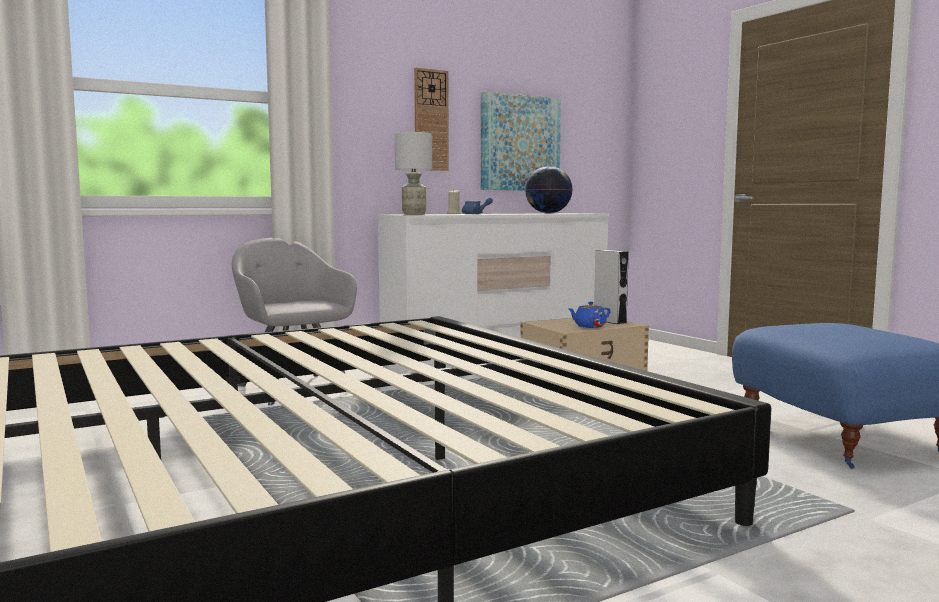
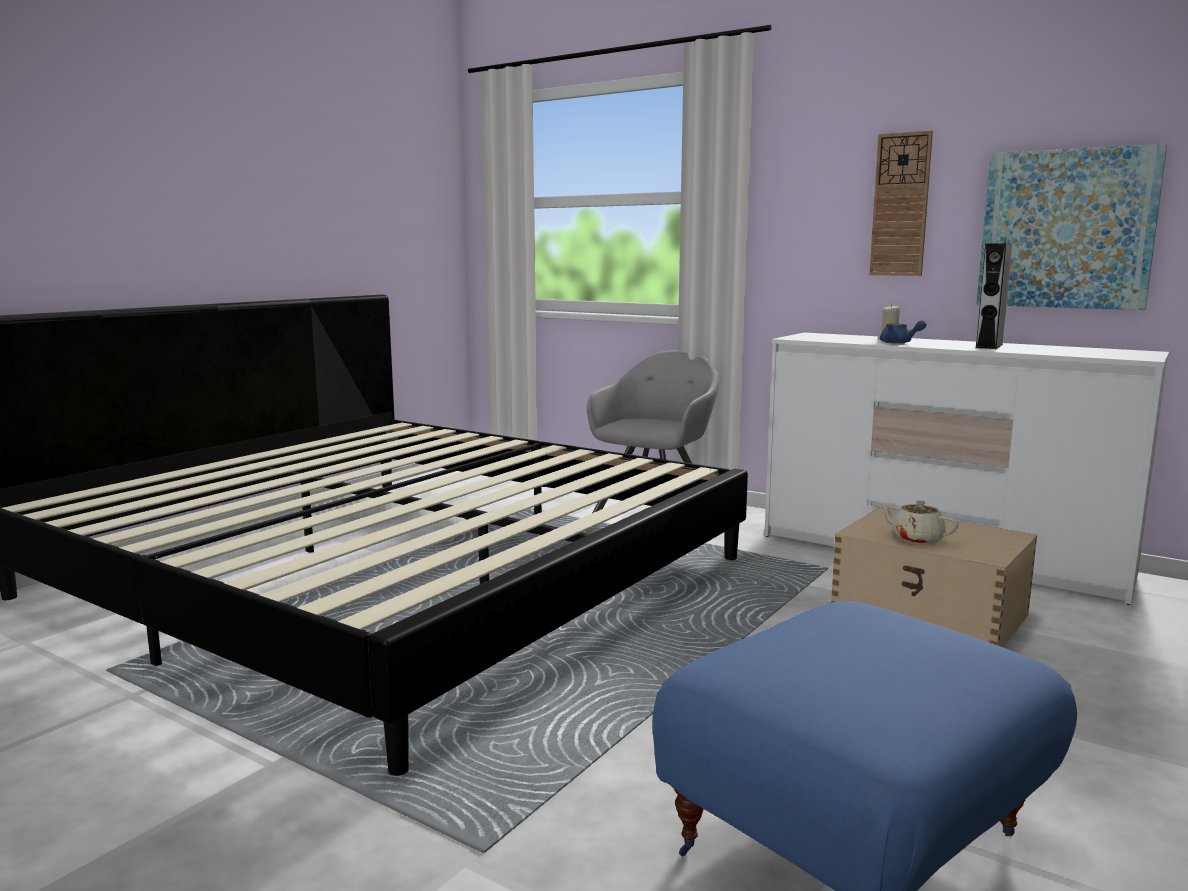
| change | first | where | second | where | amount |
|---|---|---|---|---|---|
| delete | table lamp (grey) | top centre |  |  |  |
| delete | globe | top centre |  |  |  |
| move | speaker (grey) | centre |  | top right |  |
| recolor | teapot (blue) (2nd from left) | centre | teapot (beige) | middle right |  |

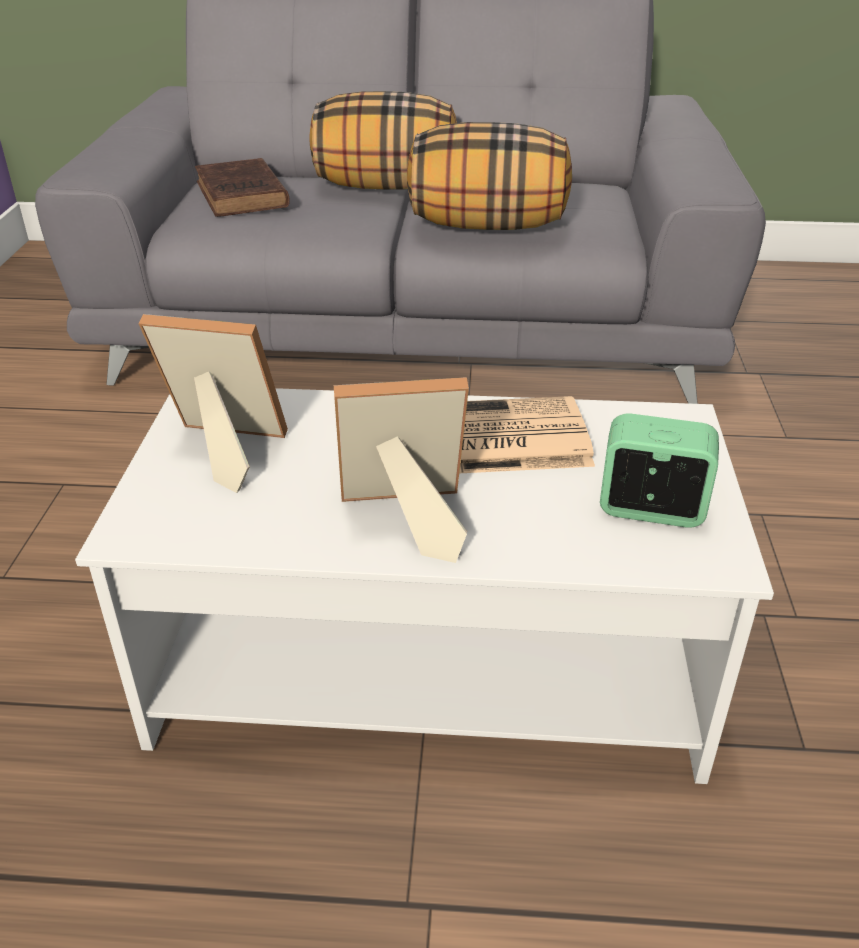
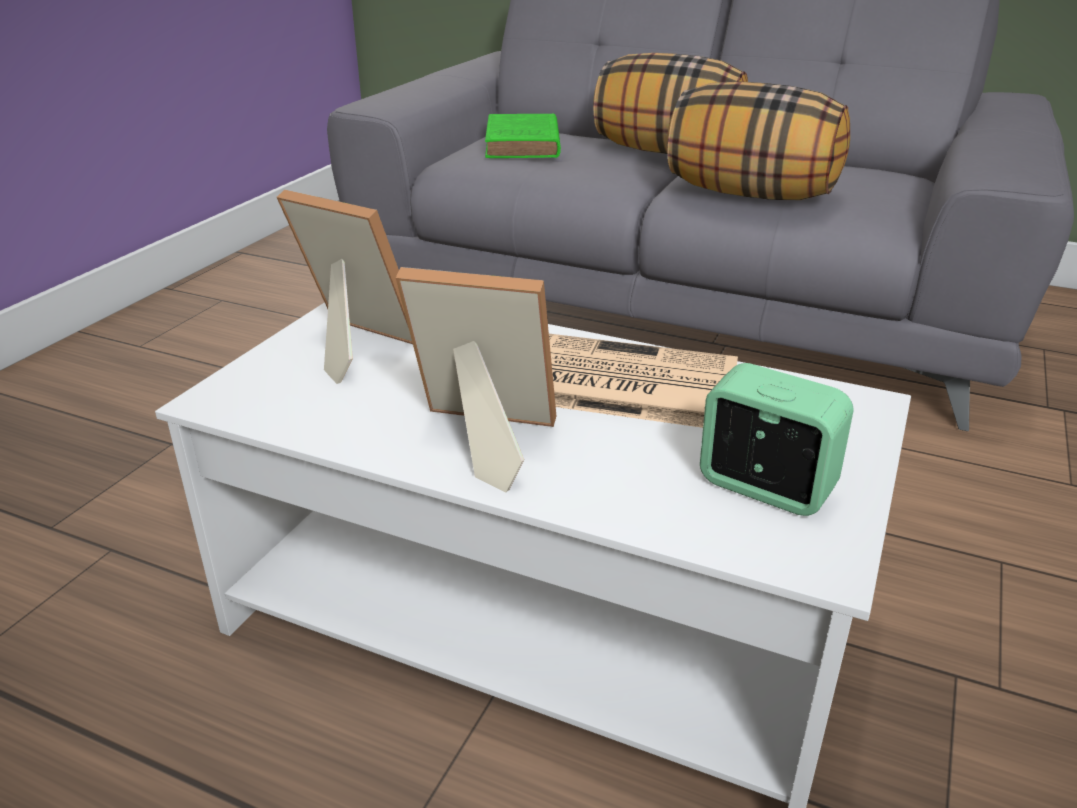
| change | first | where | second | where | amount |
|---|---|---|---|---|---|
| recolor | book (brown) | top left | book (green) | top centre |  |

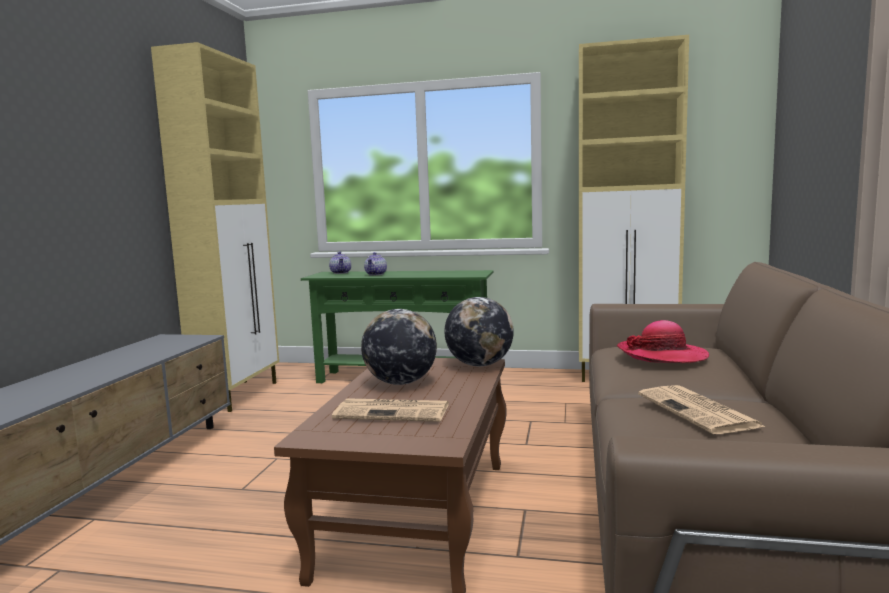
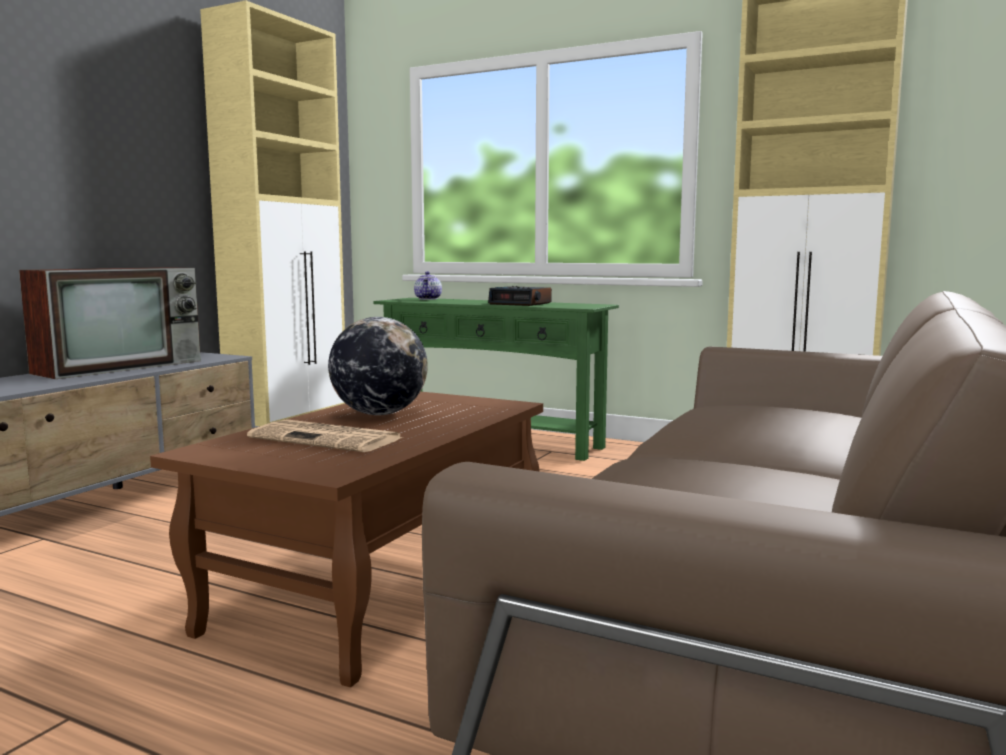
| change | first | where | second | where | amount |
|---|---|---|---|---|---|
| delete | teapot (2nd from left) | centre |  |  |  |
| delete | globe (2nd from left) | centre |  |  |  |
| delete | hat | middle right |  |  |  |
| delete | newspaper (2nd from left) | bottom right |  |  |  |
| insert |  |  | television | middle left |  |
| insert |  |  | alarm clock | centre |  |

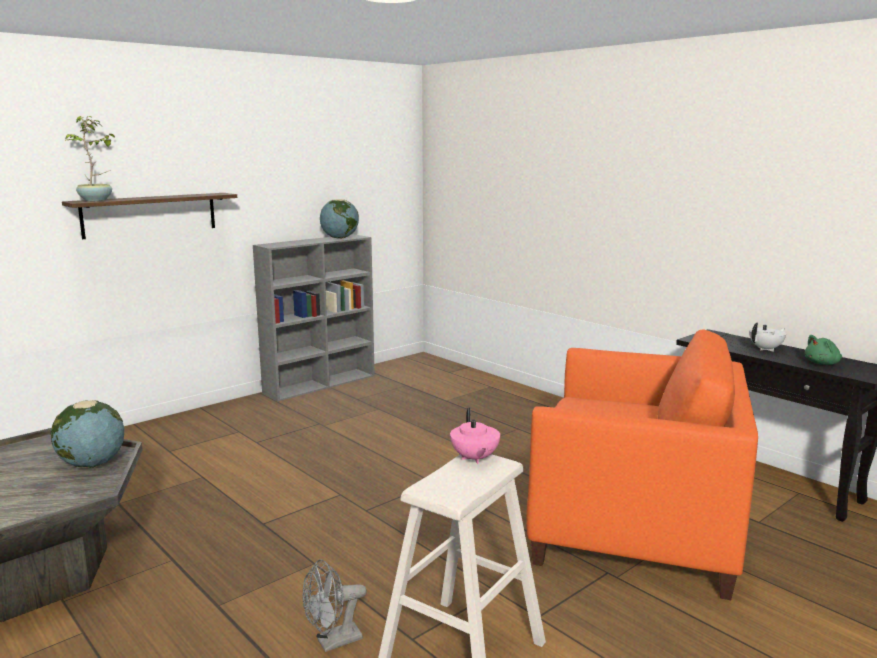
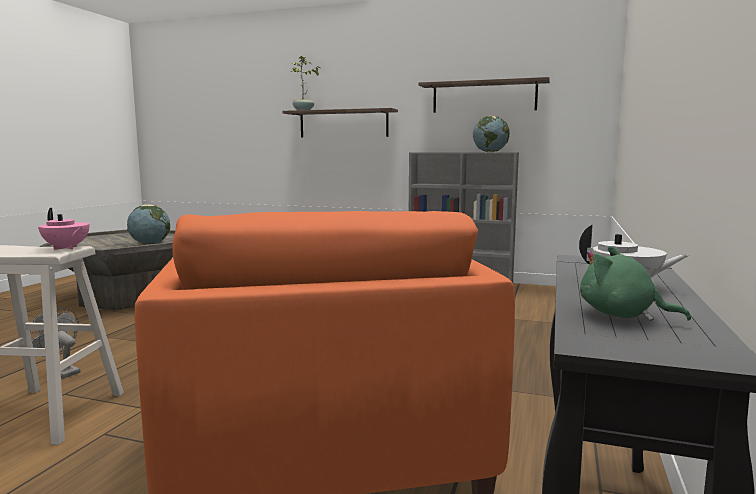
| change | first | where | second | where | amount |
|---|---|---|---|---|---|
| insert |  |  | shelf (2nd from left) | top centre |  |
| rotate | teapot (pink) | centre |  | middle left | 105 degrees counterclockwise |

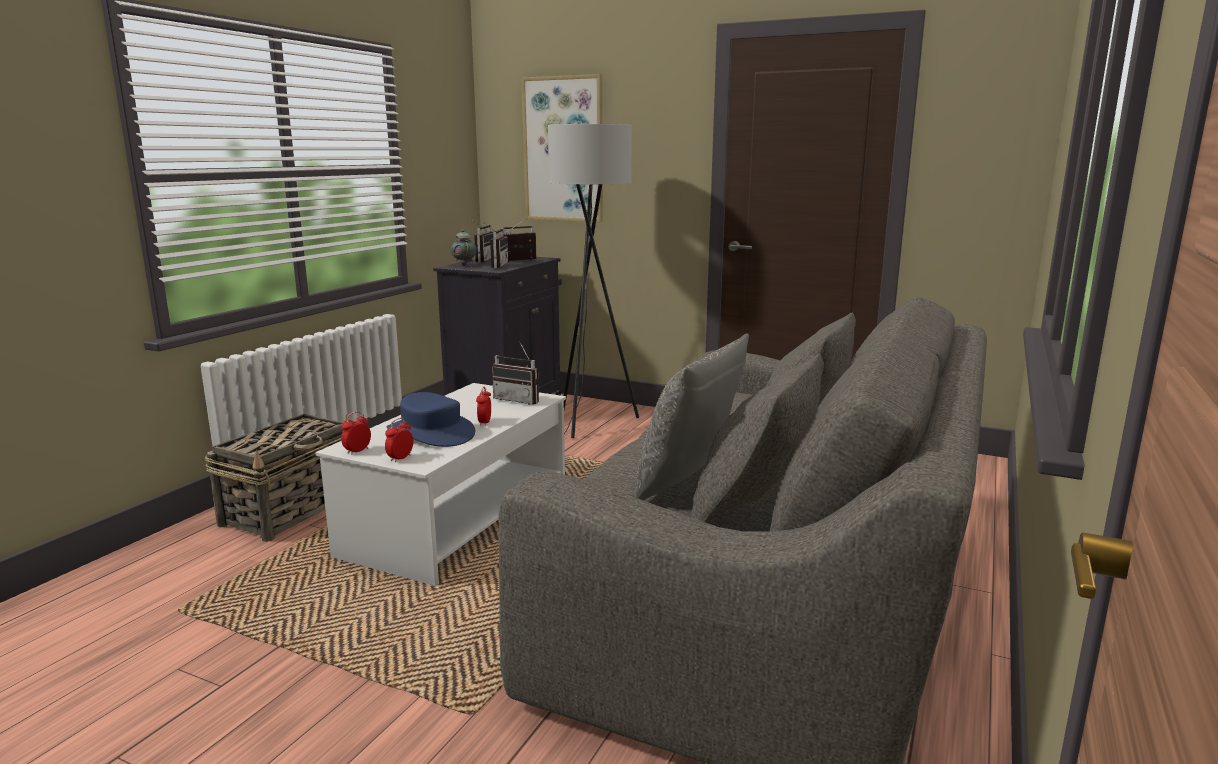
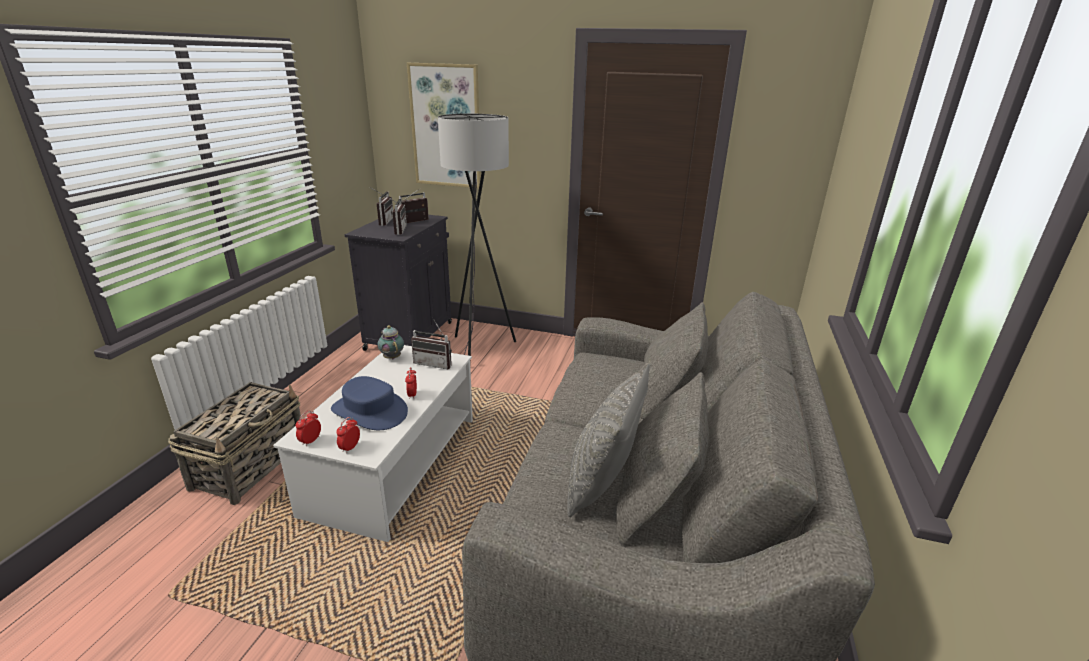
| change | first | where | second | where | amount |
|---|---|---|---|---|---|
| move | teapot | top centre |  | centre |  |

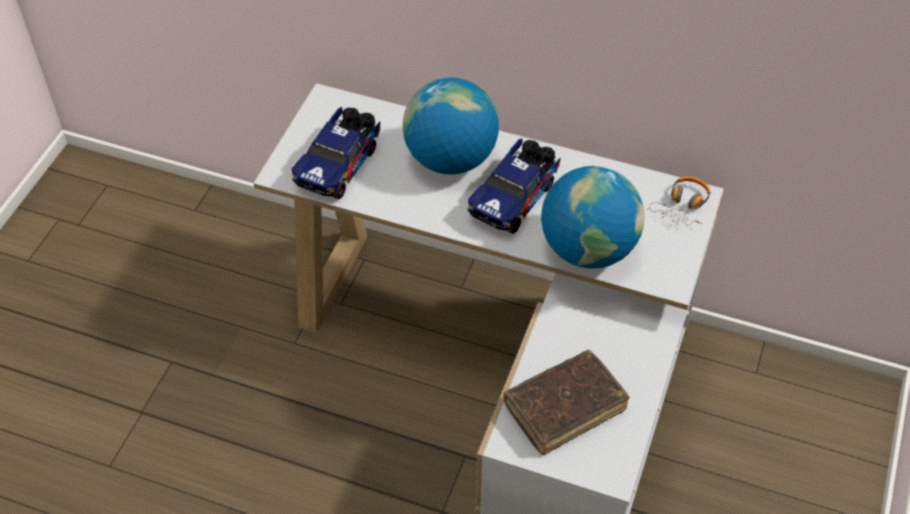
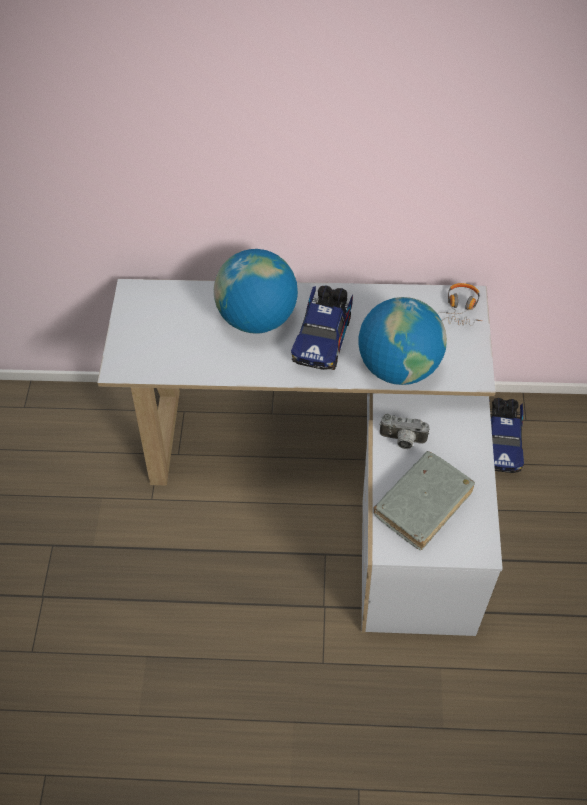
| change | first | where | second | where | amount |
|---|---|---|---|---|---|
| insert |  |  | photo camera | middle right |  |
| move | toy truck (1st from left in the first image) | top centre | toy truck (2nd from left) | middle right |  |
| recolor | book (brown) | bottom centre | book (grey) | middle right |  |

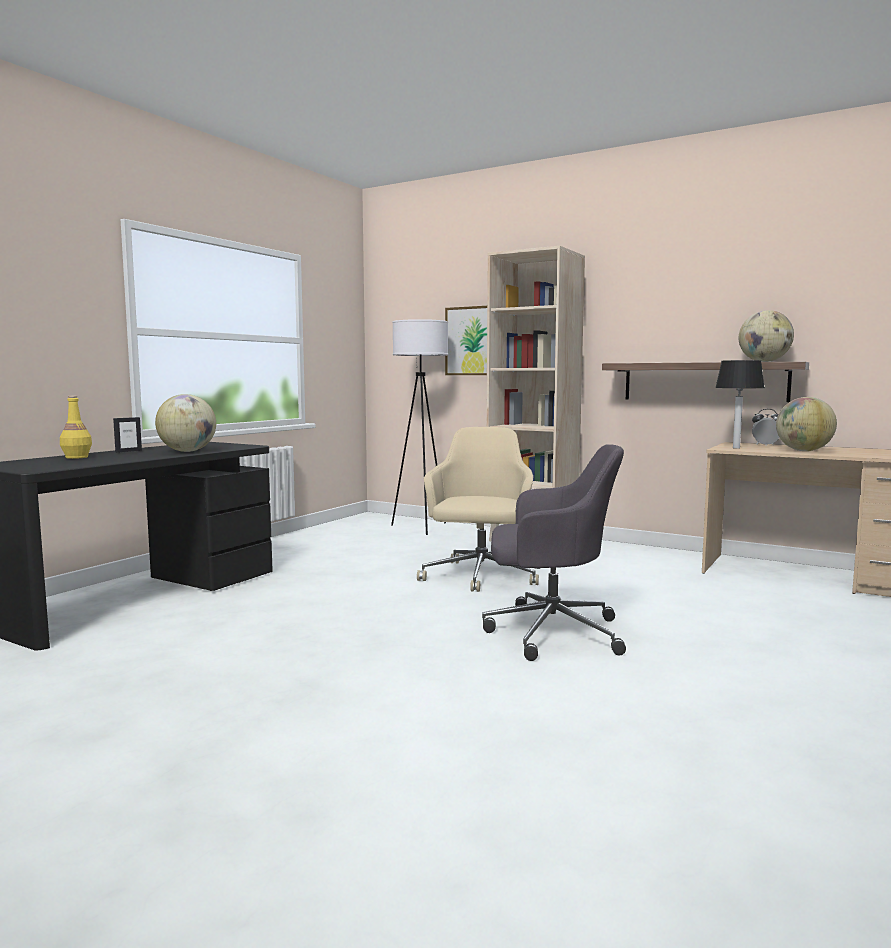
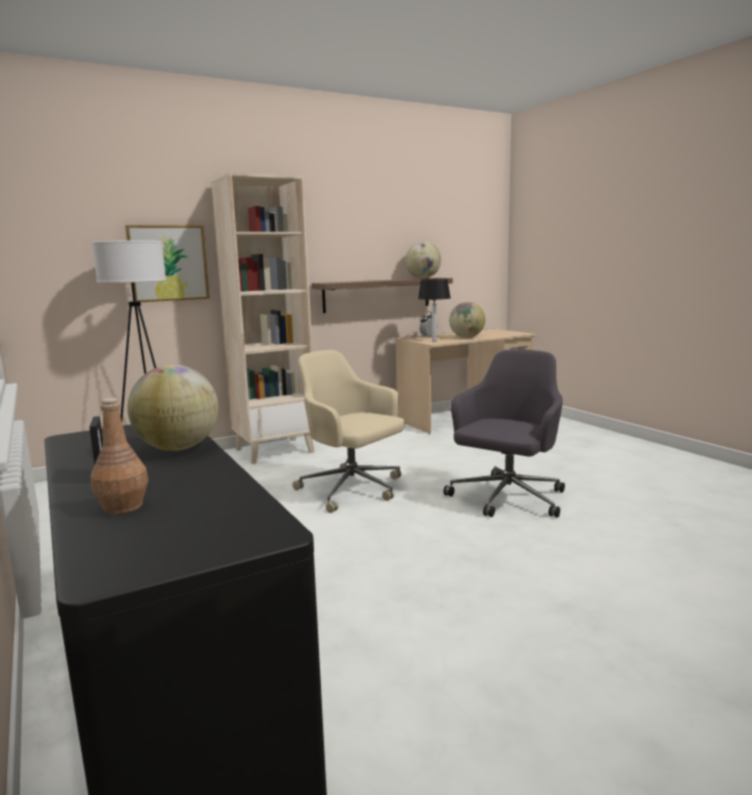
| change | first | where | second | where | amount |
|---|---|---|---|---|---|
| recolor | bottle (yellow) | middle left | bottle (brown) | middle left |  |

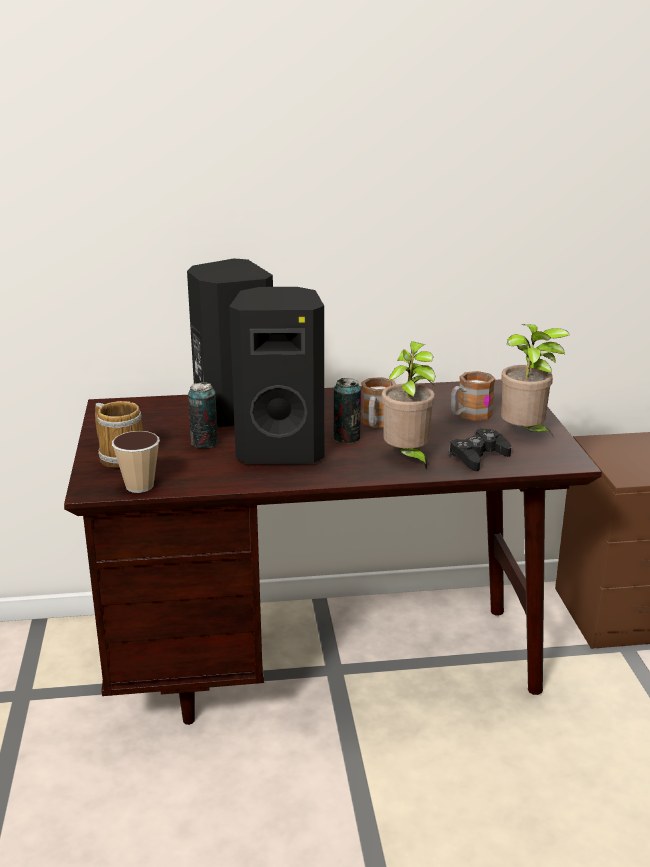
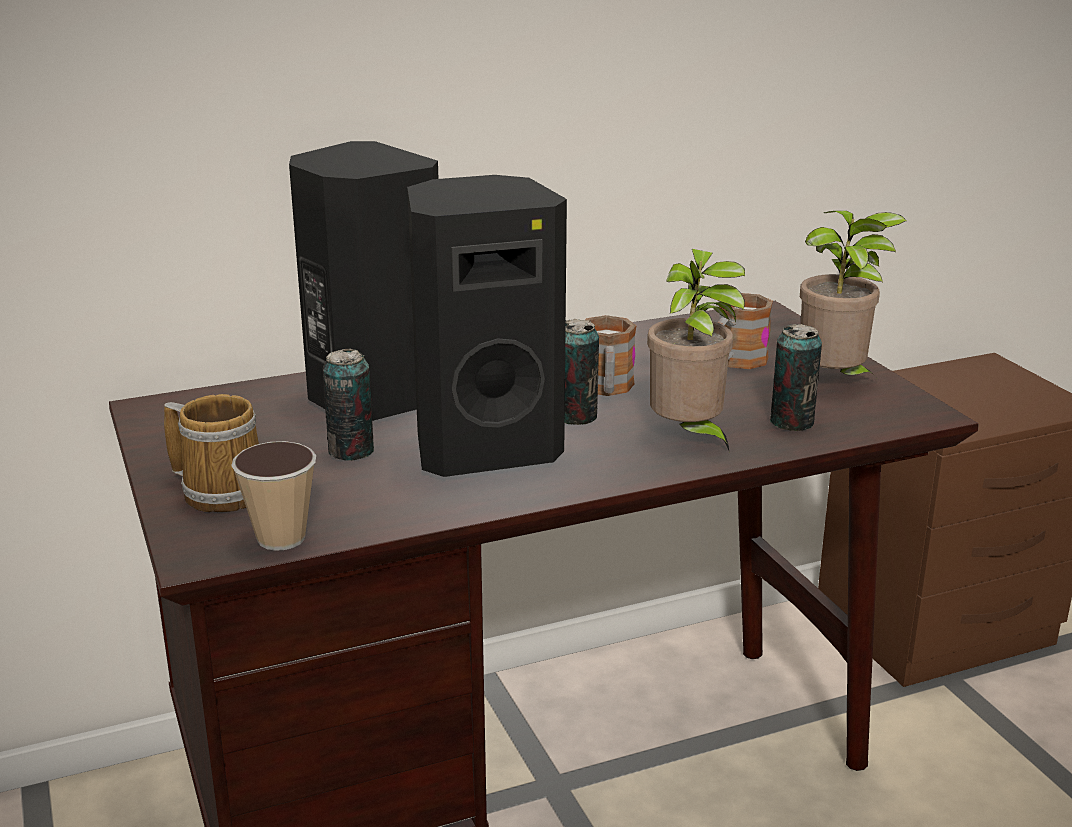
| change | first | where | second | where | amount |
|---|---|---|---|---|---|
| replace | game controller (black) | middle right | can (3rd from left) | middle right |  |

